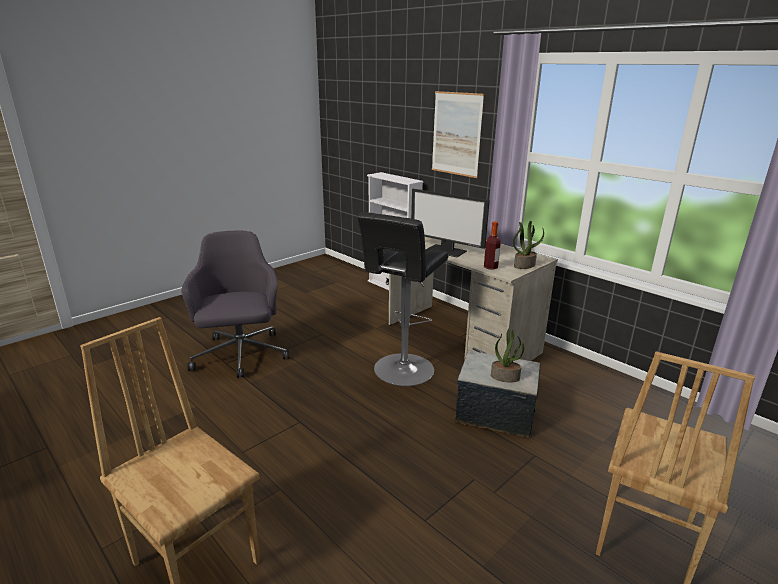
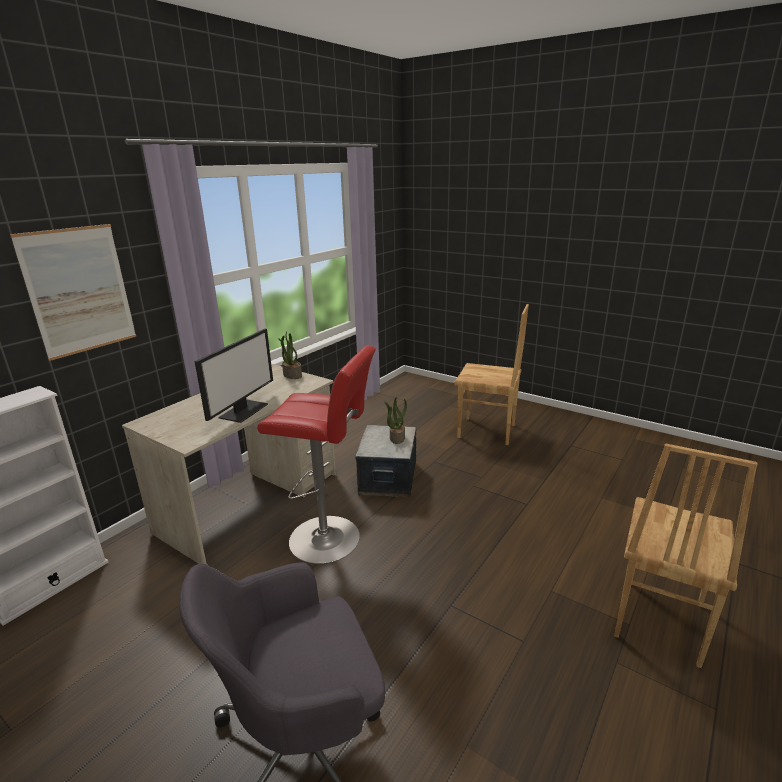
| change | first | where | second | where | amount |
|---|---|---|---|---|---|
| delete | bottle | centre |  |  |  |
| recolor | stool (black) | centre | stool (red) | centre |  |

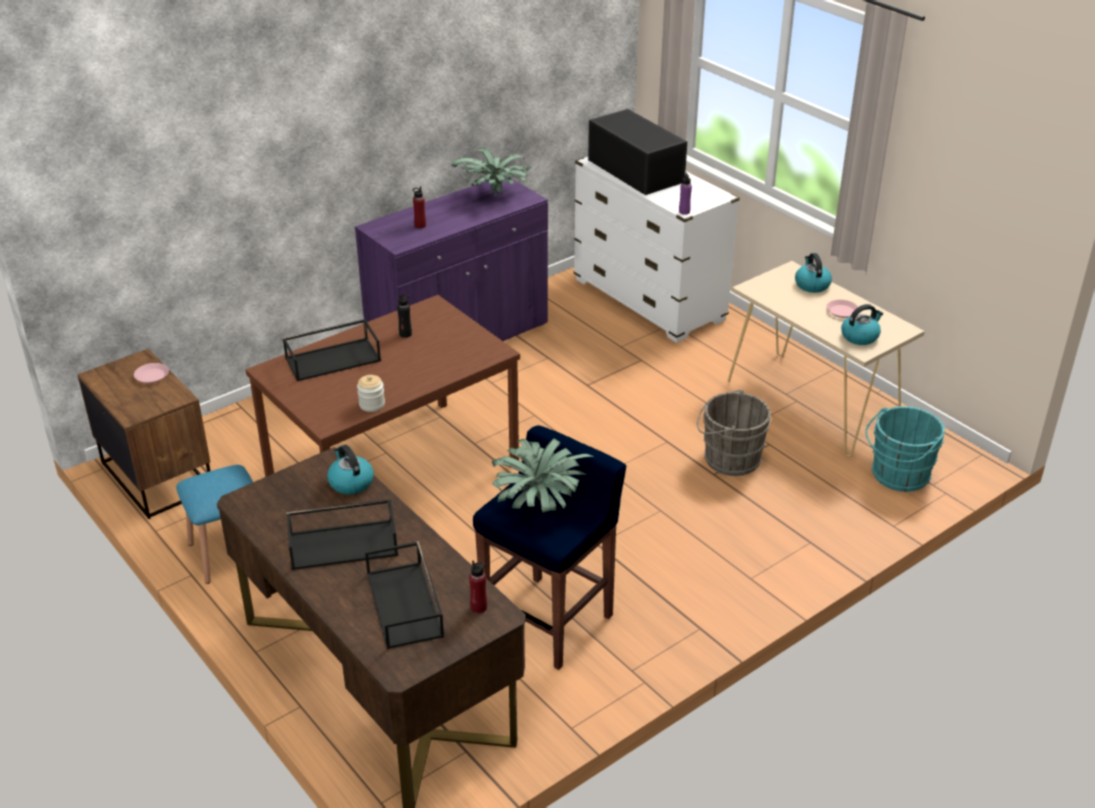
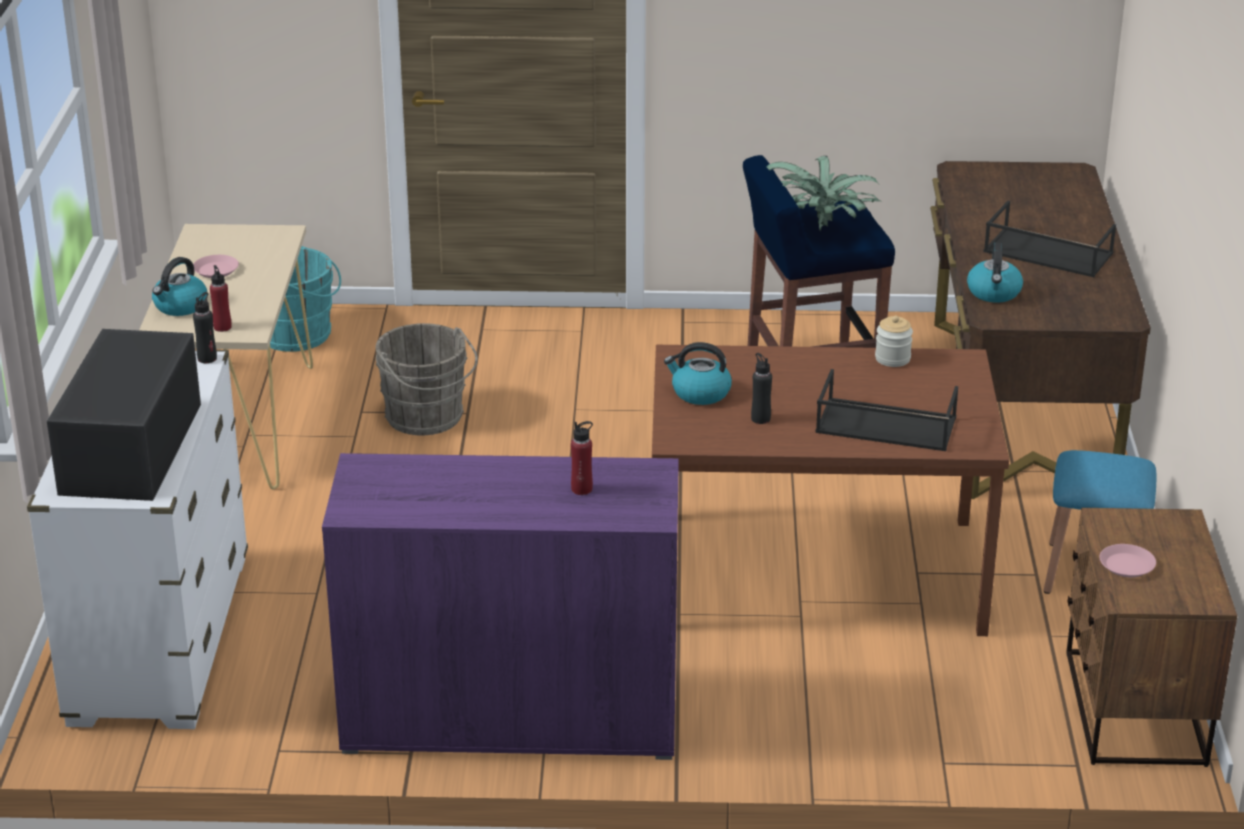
| change | first | where | second | where | amount |
|---|---|---|---|---|---|
| delete | tray (black) (3rd from left) | bottom centre |  |  |  |
| delete | potted plant (1st from left) | top centre |  |  |  |
| move | bottle (red) (2nd from left in the first image) | bottom centre | bottle (red) (1st from left) | middle left |  |
| move | kettle (3rd from left in the first image) | middle right | kettle (2nd from left) | centre |  |
| recolor | bottle (purple) | top centre | bottle (black) (1st from left) | middle left |  |

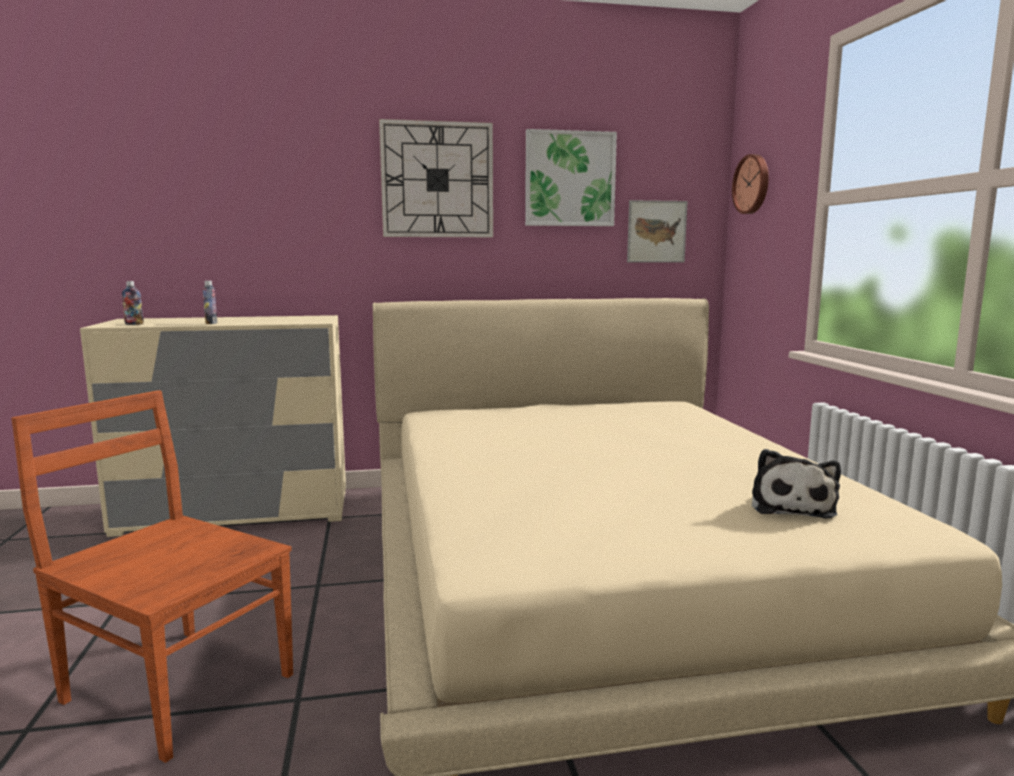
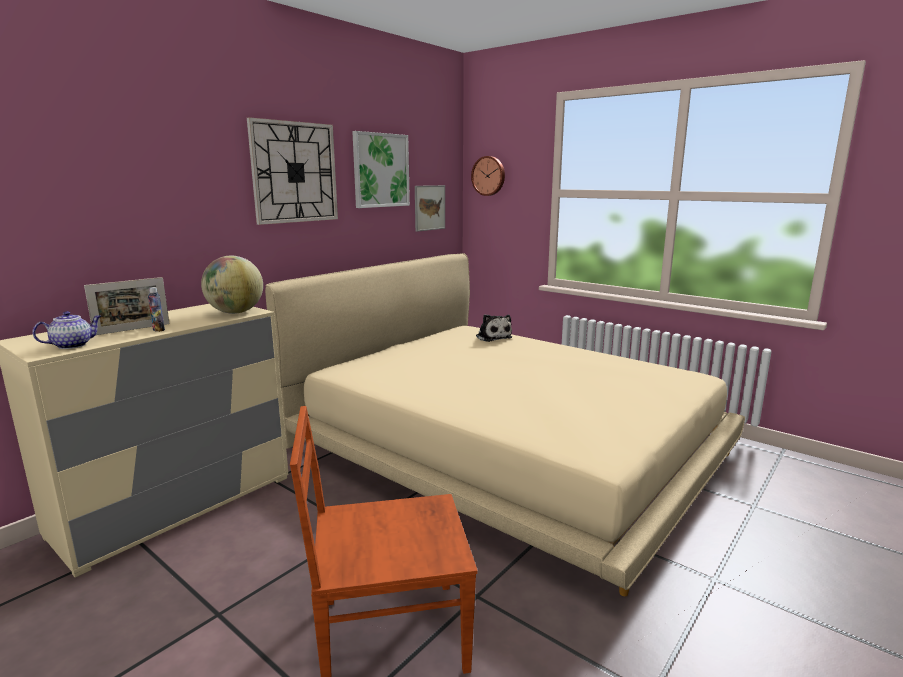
| change | first | where | second | where | amount |
|---|---|---|---|---|---|
| insert |  |  | picture frame | middle left |  |
| insert |  |  | globe | middle left |  |
| move | plush toy | middle right |  | centre |  |
| replace | bottle (1st from left) | middle left | teapot | middle left |  |

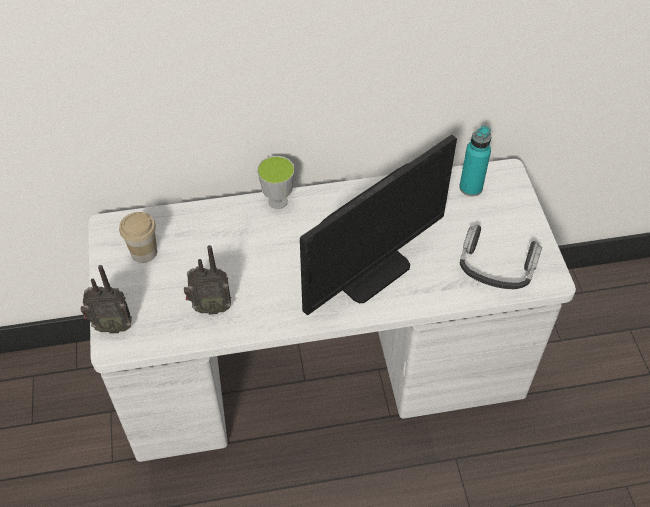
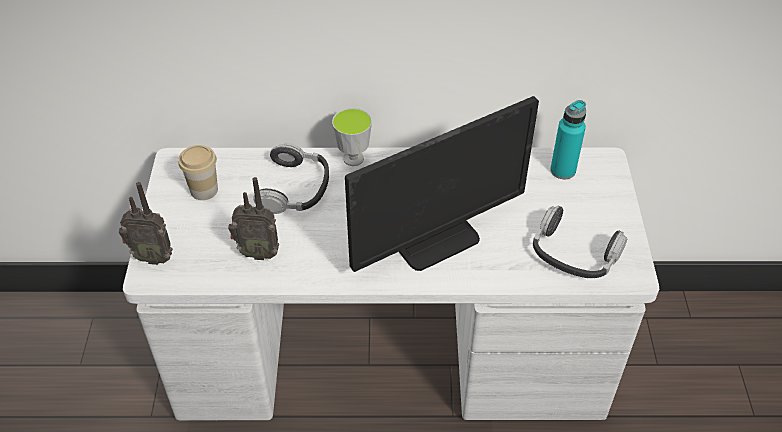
| change | first | where | second | where | amount |
|---|---|---|---|---|---|
| insert |  |  | headphones (1st from left) | centre |  |

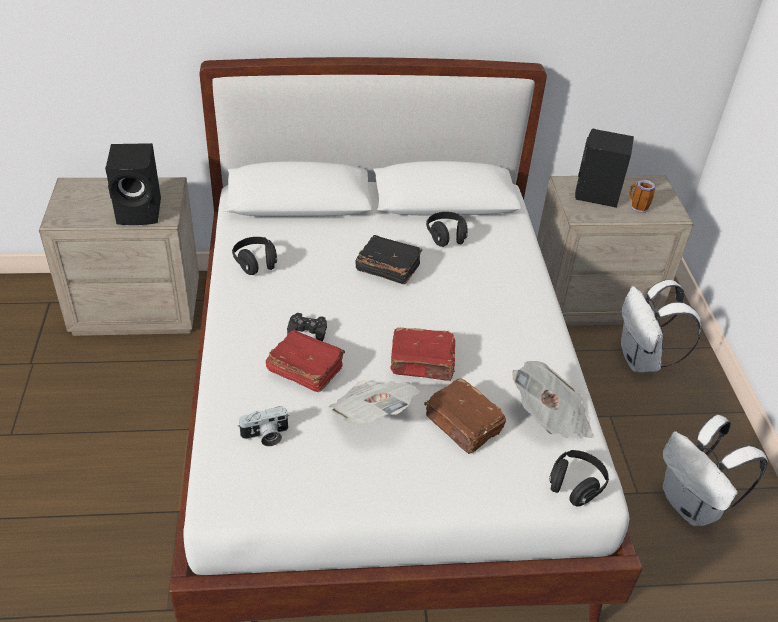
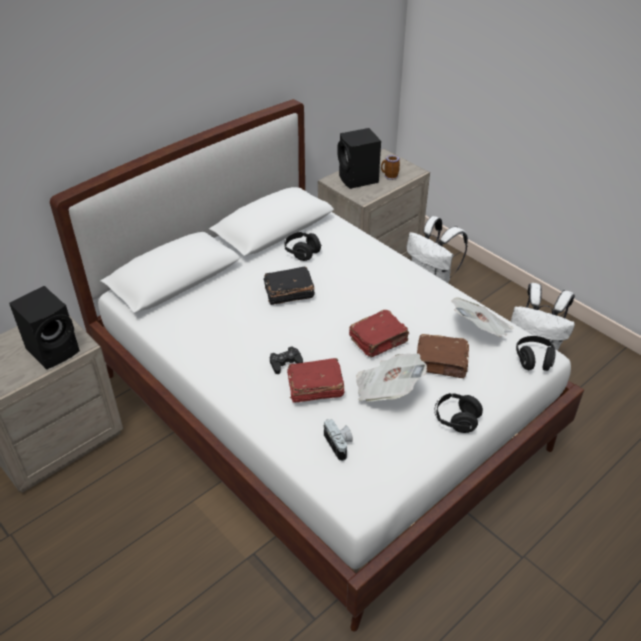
| change | first | where | second | where | amount |
|---|---|---|---|---|---|
| move | headphones (black) (1st from left in the first image) | middle left | headphones (black) (2nd from left) | middle right |  |
| rotate | photo camera | bottom centre |  | bottom centre | 60 degrees counterclockwise |

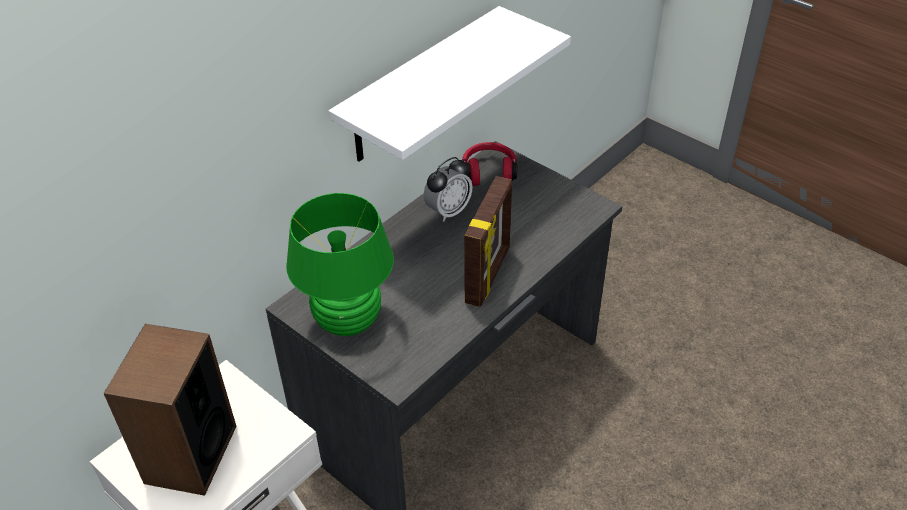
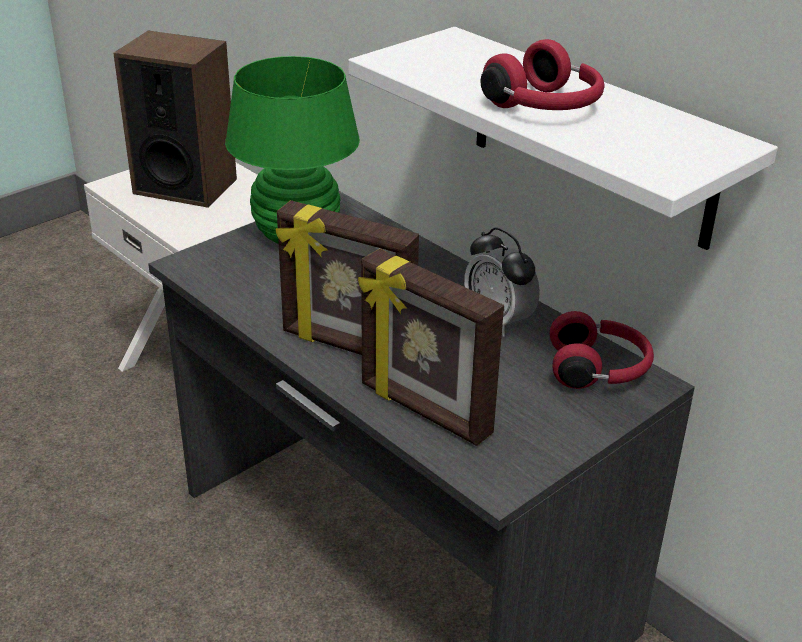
| change | first | where | second | where | amount |
|---|---|---|---|---|---|
| insert |  |  | picture frame (2nd from left) | centre |  |
| insert |  |  | headphones (red) (1st from left) | top right |  |

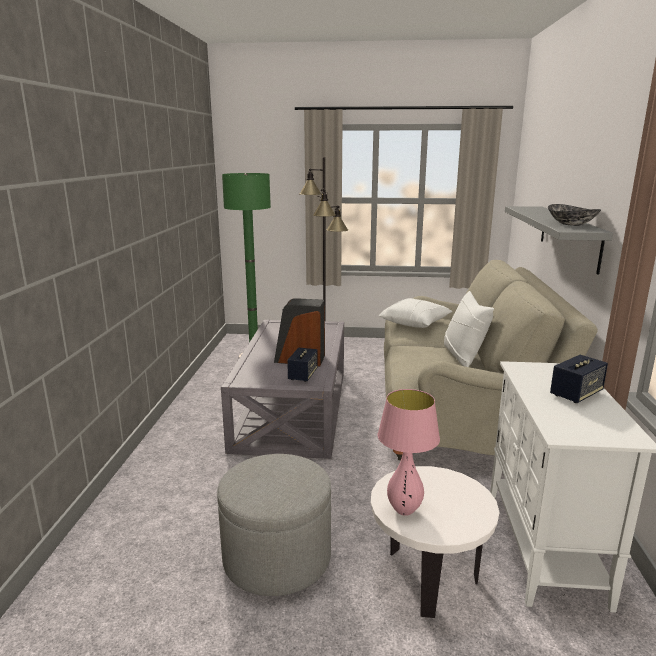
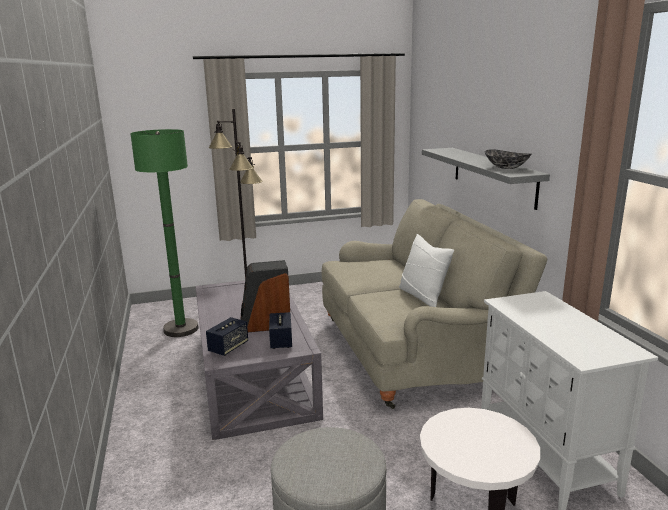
| change | first | where | second | where | amount |
|---|---|---|---|---|---|
| delete | table lamp (pink) | bottom centre |  |  |  |
| delete | pillow (white) (1st from left) | centre |  |  |  |
| move | speaker (3rd from left in the first image) | middle right | speaker (1st from left) | centre |  |

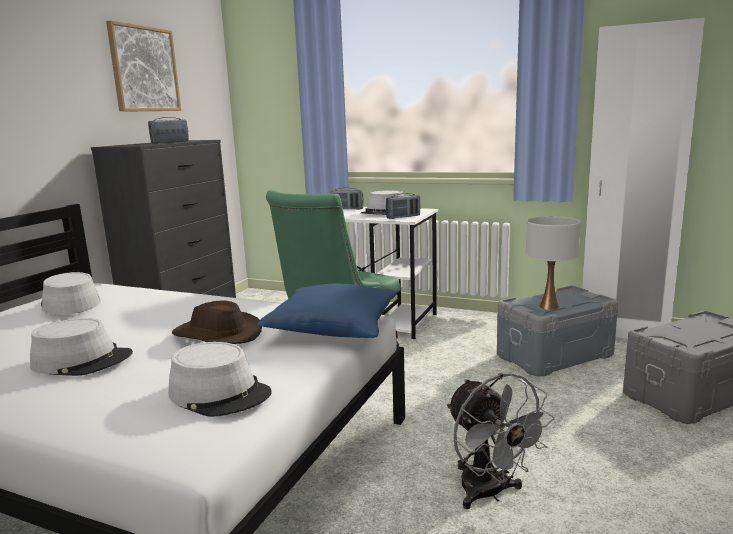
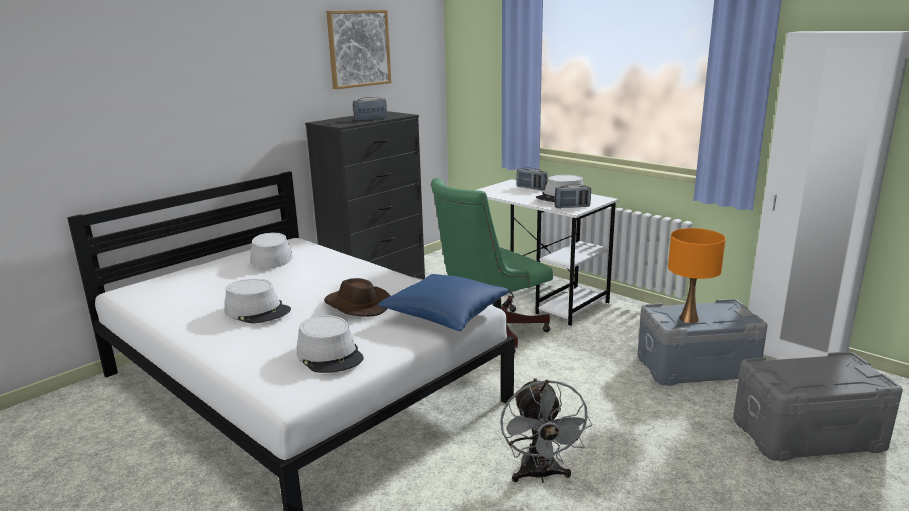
| change | first | where | second | where | amount |
|---|---|---|---|---|---|
| recolor | table lamp (white) | middle right | table lamp (orange) | middle right |  |

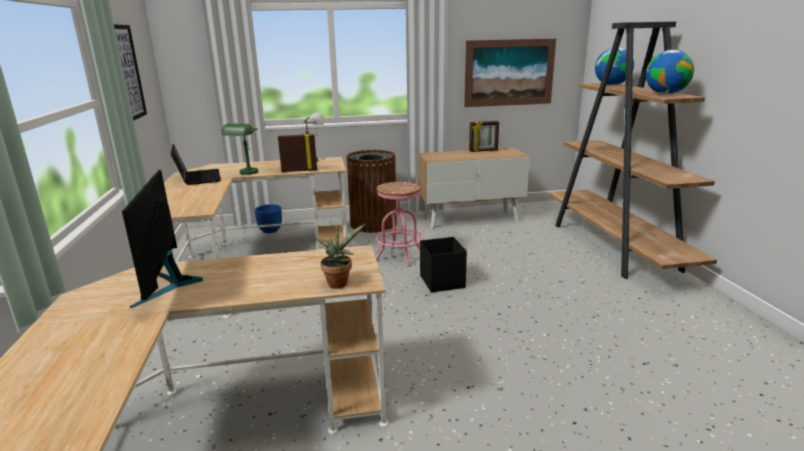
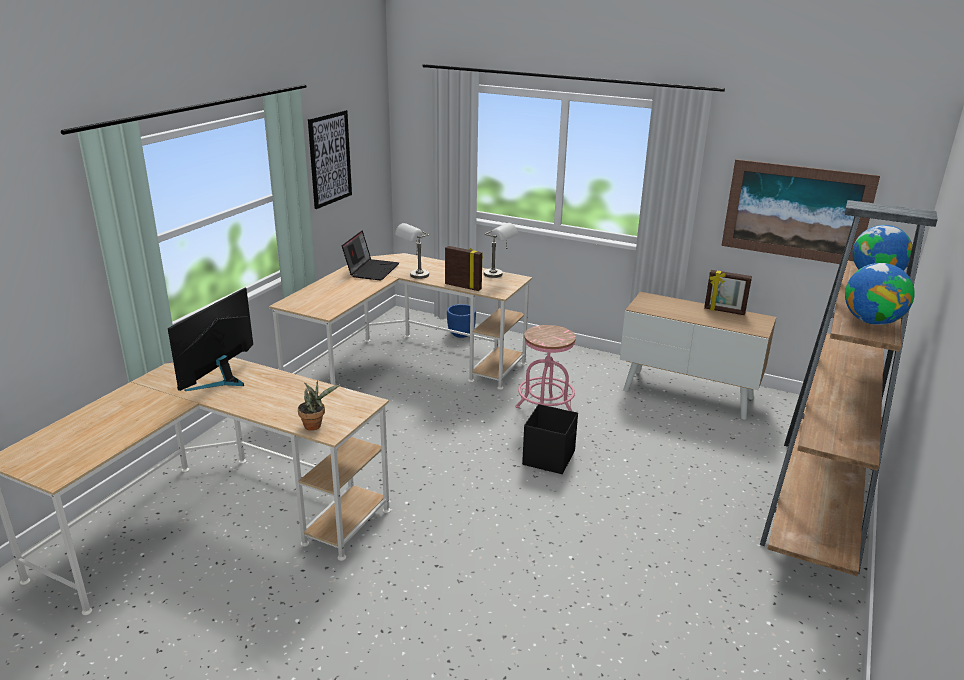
| change | first | where | second | where | amount |
|---|---|---|---|---|---|
| delete | trash can (brown) | centre |  |  |  |
| recolor | table lamp (green) | top left | table lamp (grey) (1st from left) | centre |  |

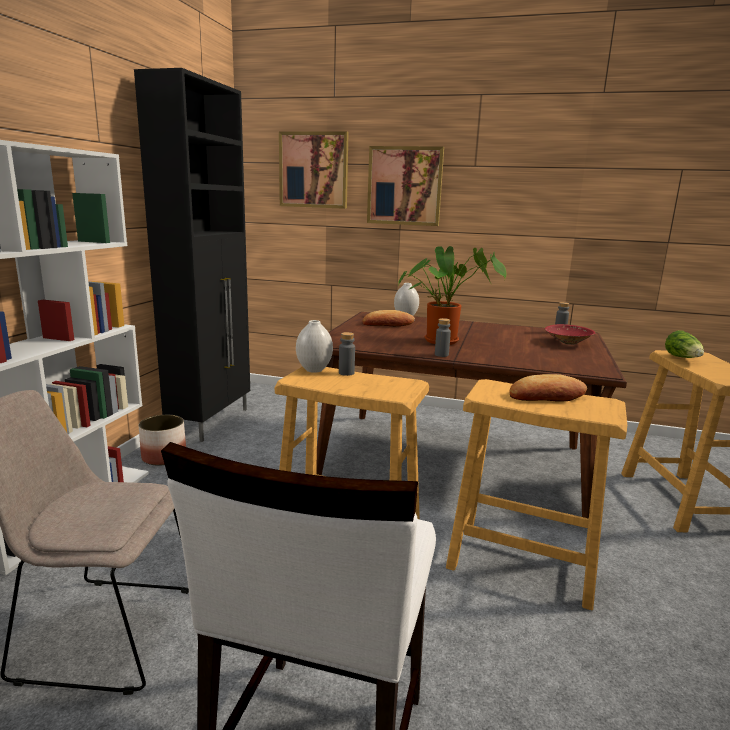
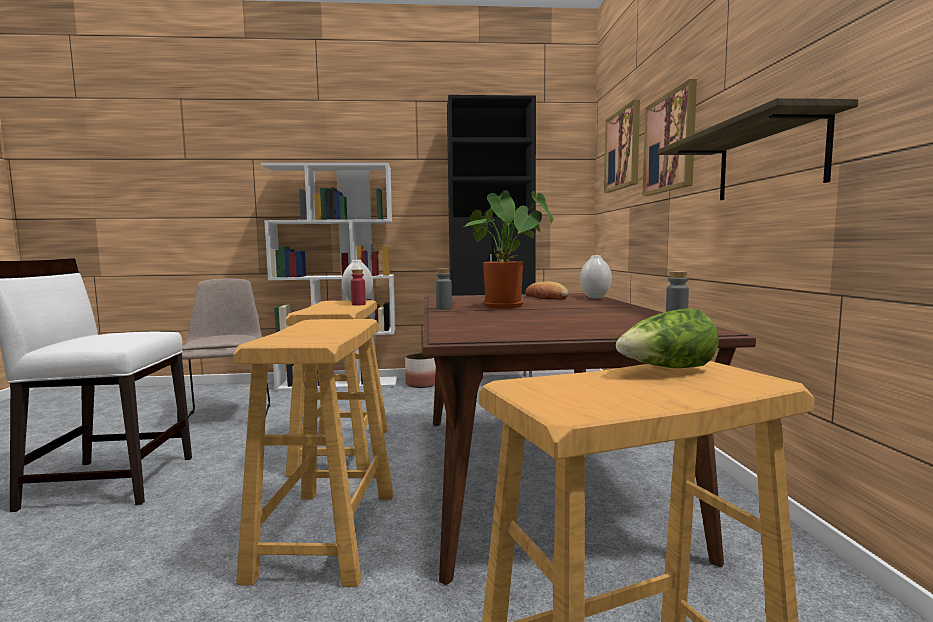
| change | first | where | second | where | amount |
|---|---|---|---|---|---|
| delete | bread (2nd from left) | middle right |  |  |  |
| delete | bowl (red) | middle right |  |  |  |
| insert |  |  | shelf | top right |  |
| recolor | bottle (grey) (1st from left) | centre | bottle (red) | centre |  |

